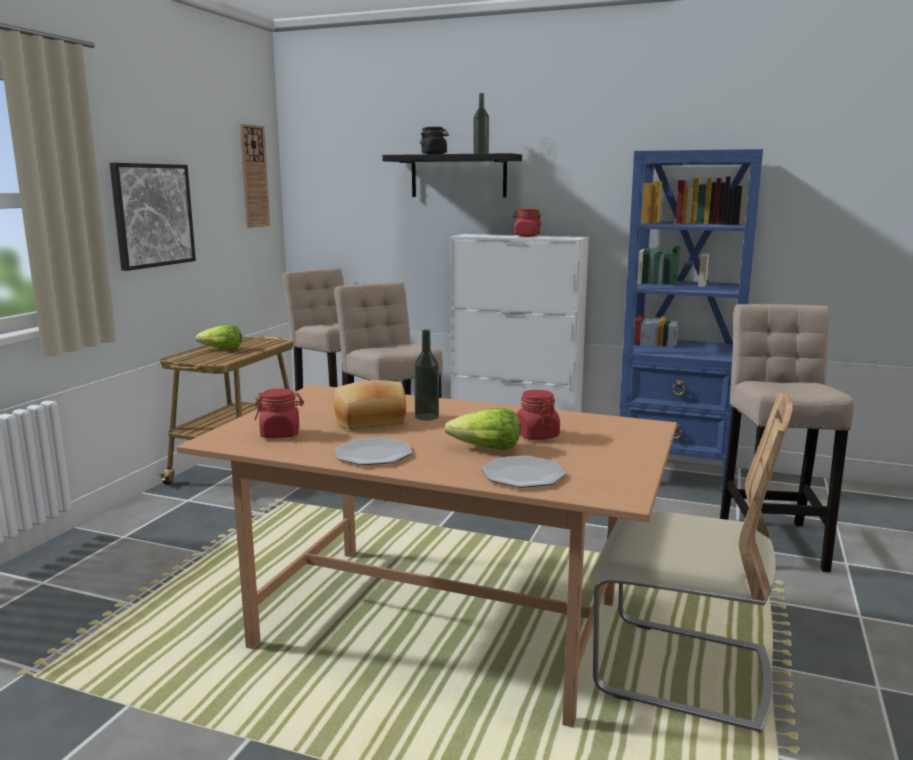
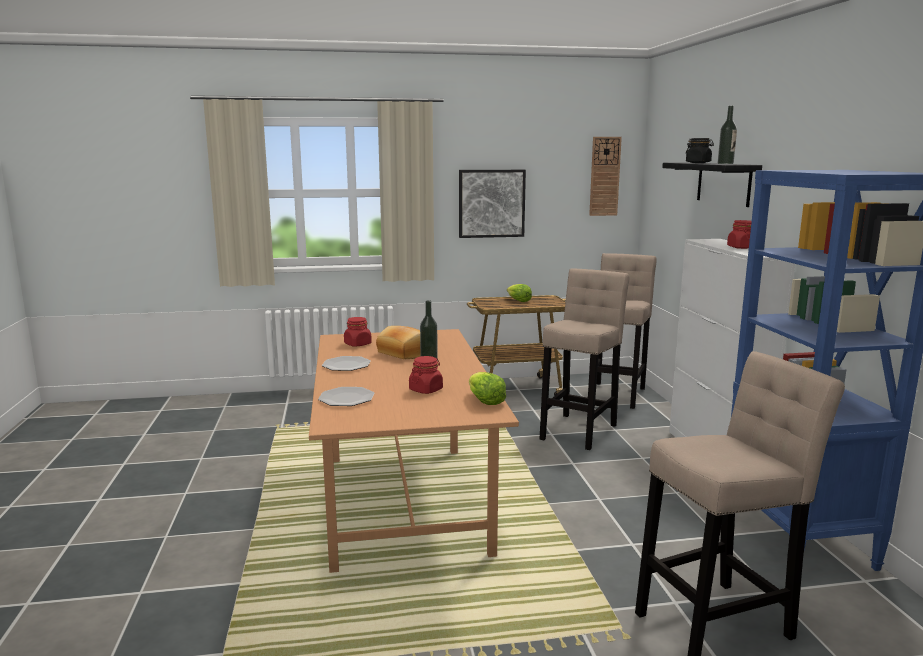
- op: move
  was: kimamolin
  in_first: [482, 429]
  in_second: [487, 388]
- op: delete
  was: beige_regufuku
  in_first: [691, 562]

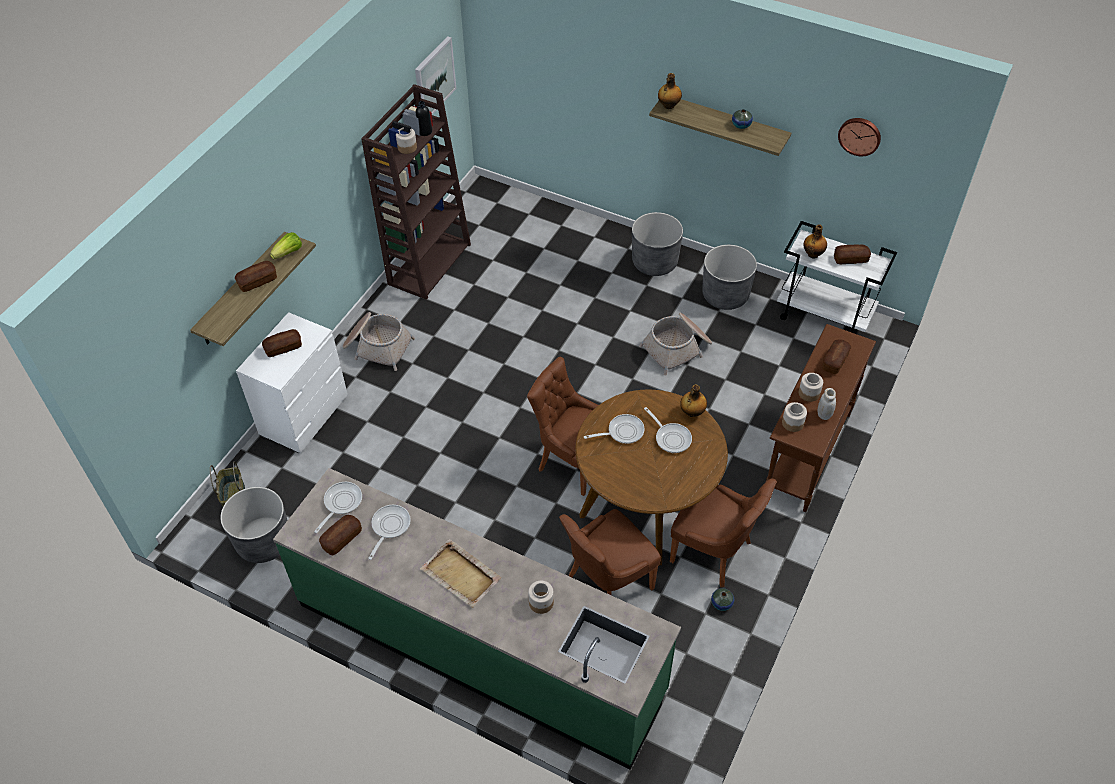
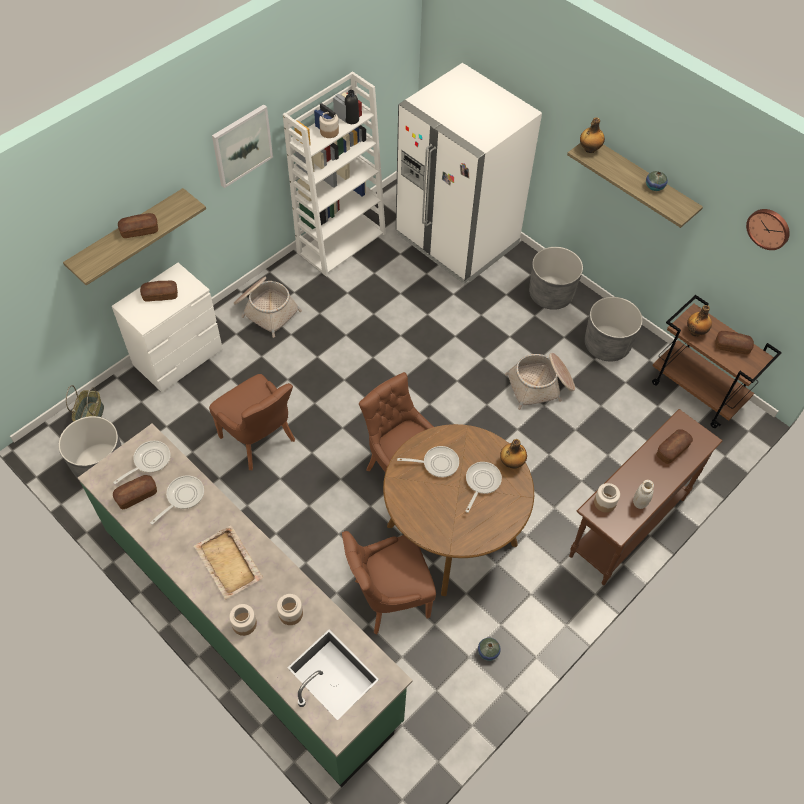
- op: move
  was: brown_regufuku
  in_first: [723, 532]
  in_second: [252, 422]
- op: move
  was: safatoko
  in_first: [435, 75]
  in_second: [242, 146]
- op: move
  was: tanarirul
  in_first: [811, 387]
  in_second: [243, 620]
- op: recolor
  was: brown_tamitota
  now: white_tamitota
  in_first: [416, 192]
  in_second: [334, 174]
- op: insert
  now: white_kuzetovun
  in_second: [469, 174]
- op: rotate
  was: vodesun
  in_first: [668, 430]
  in_second: [483, 487]
  clockwise: -135
- op: recolor
  was: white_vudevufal
  now: brown_vudevufal
  in_first: [837, 277]
  in_second: [717, 361]
- op: delete
  was: kimamolin
  in_first: [286, 245]

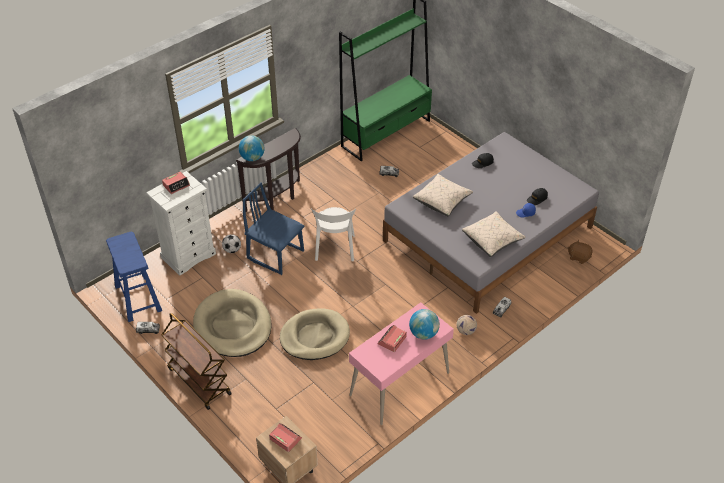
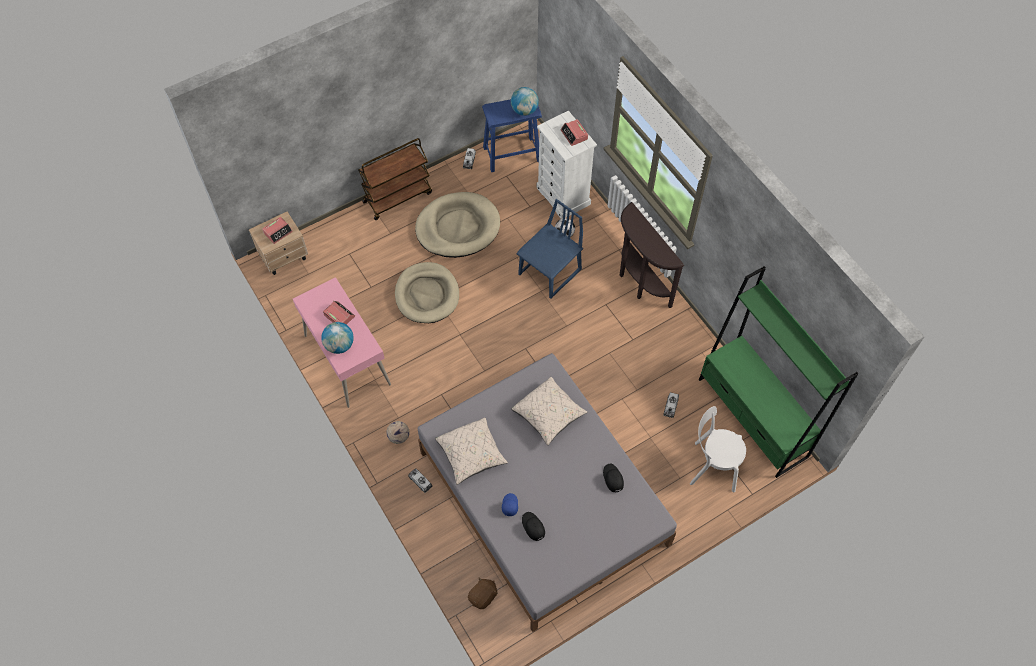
- op: move
  was: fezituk
  in_first: [251, 148]
  in_second: [525, 101]
- op: move
  was: white_regufuku
  in_first: [333, 234]
  in_second: [718, 449]

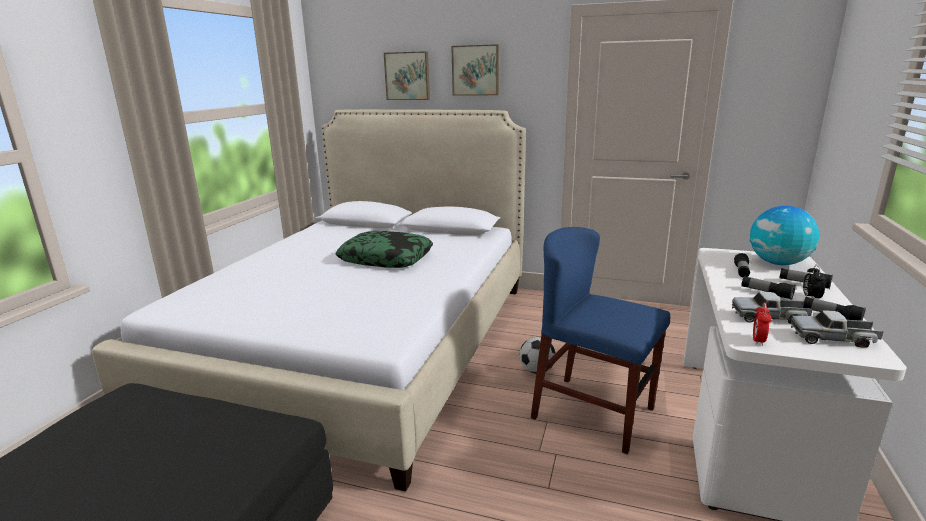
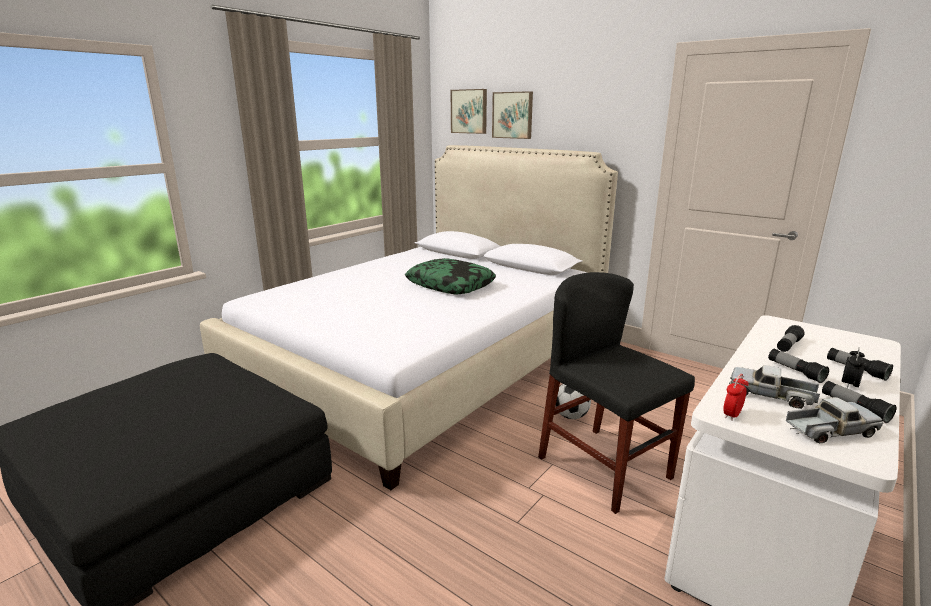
- op: move
  was: safatoko
  in_first: [475, 70]
  in_second: [469, 111]
- op: recolor
  was: blue_regufuku
  now: black_regufuku
  in_first: [600, 340]
  in_second: [616, 393]
- op: rotate
  was: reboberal
  in_first: [836, 329]
  in_second: [834, 420]
  clockwise: 135
- op: delete
  was: fezituk
  in_first: [784, 235]

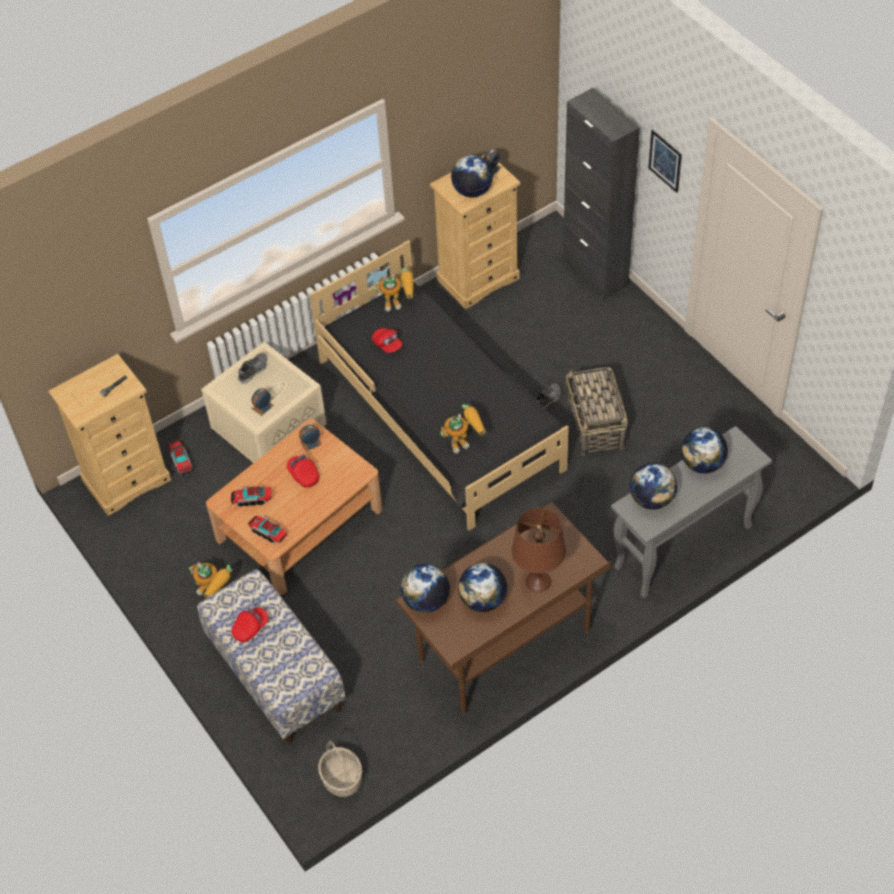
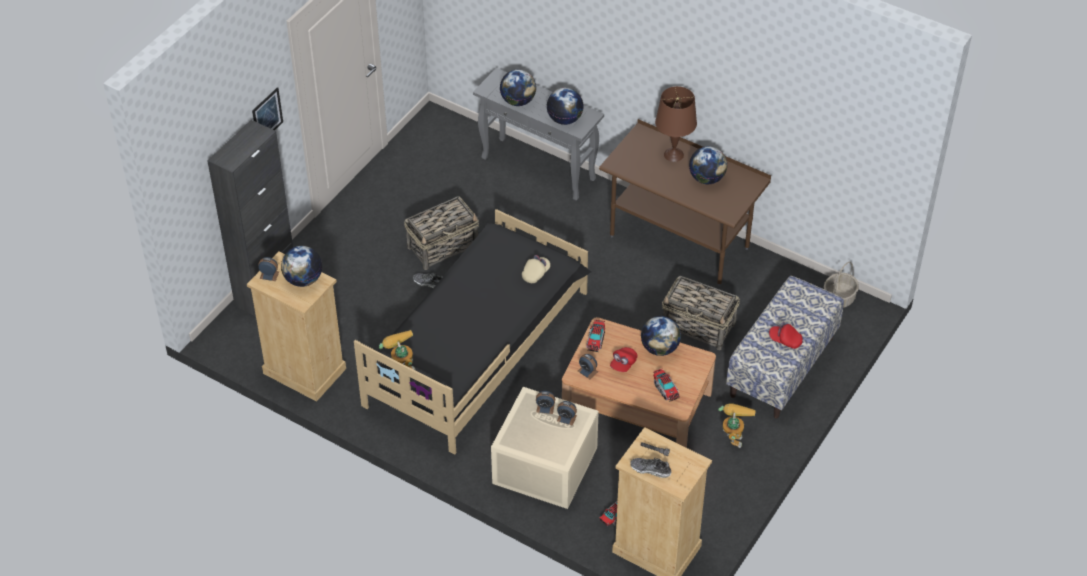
- op: replace
  was: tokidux
  now: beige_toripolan
  in_first: [463, 429]
  in_second: [536, 269]
- op: insert
  now: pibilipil
  in_second: [545, 402]
- op: move
  was: reboberal
  in_first: [267, 529]
  in_second: [595, 336]
- op: move
  was: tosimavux
  in_first: [253, 368]
  in_second: [650, 468]
- op: move
  was: fezituk
  in_first: [425, 588]
  in_second: [661, 336]
- op: insert
  now: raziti
  in_second: [701, 313]
- op: delete
  was: red_toripolan
  in_first: [387, 340]

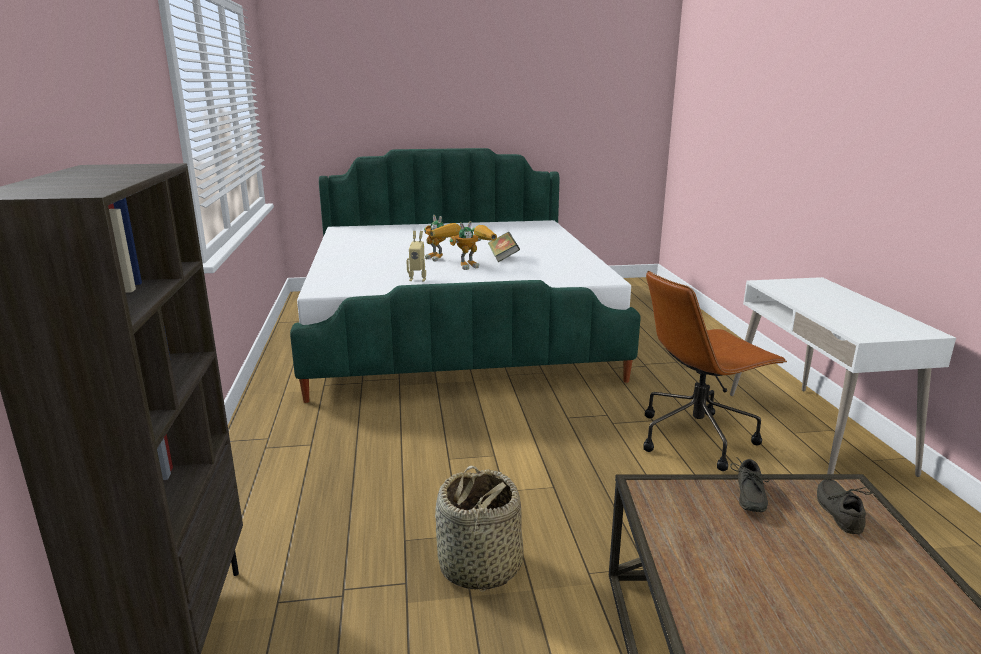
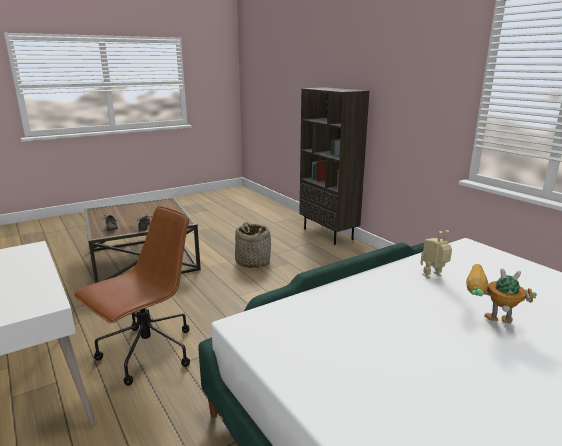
- op: delete
  was: tokidux
  in_first: [473, 245]
- op: delete
  was: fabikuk
  in_first: [504, 247]

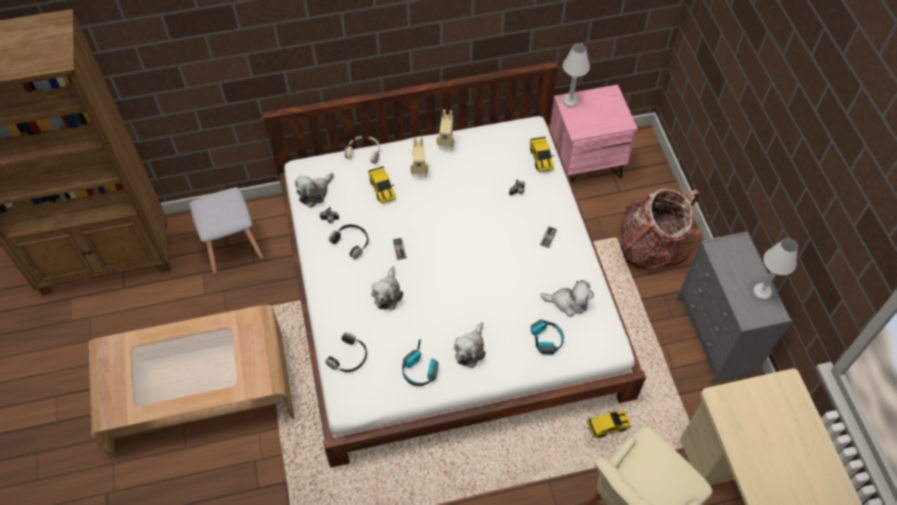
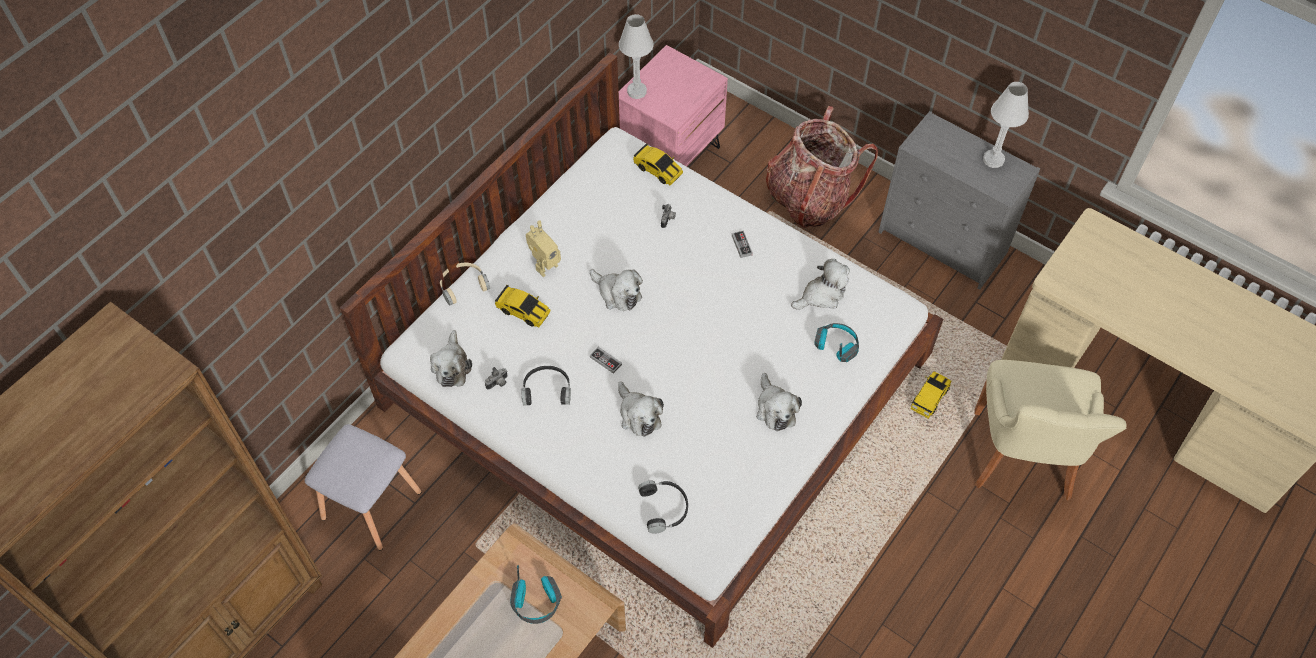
- op: move
  was: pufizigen
  in_first: [420, 362]
  in_second: [536, 594]
- op: insert
  now: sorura
  in_second: [616, 290]
- op: delete
  was: tokidux
  in_first: [445, 129]

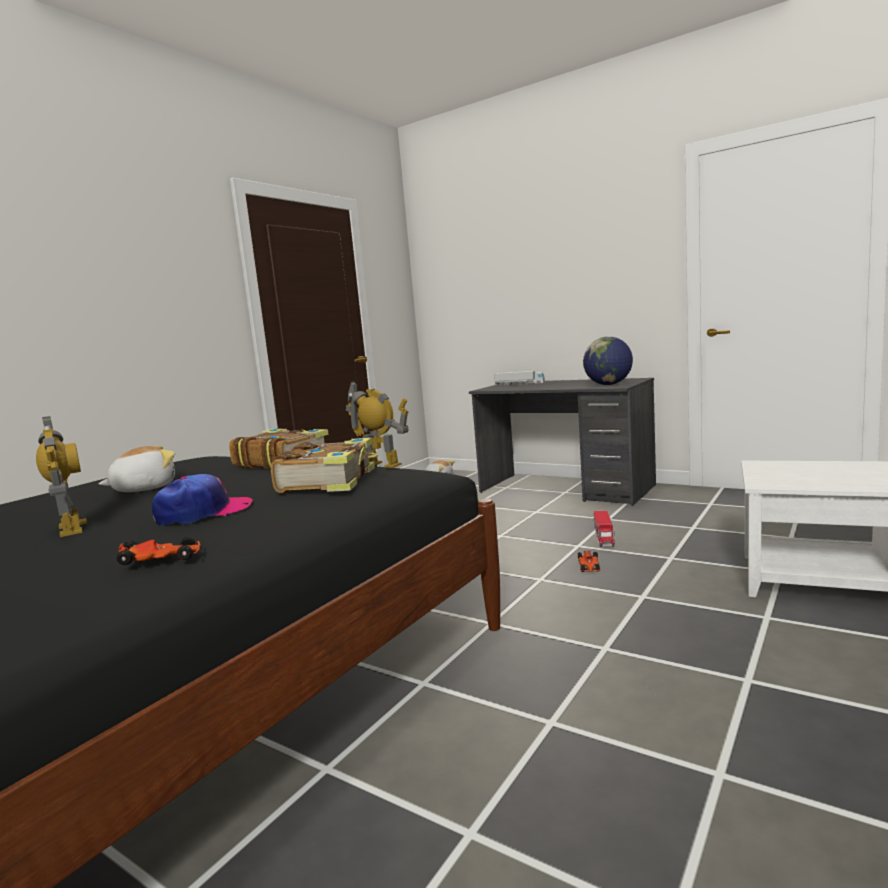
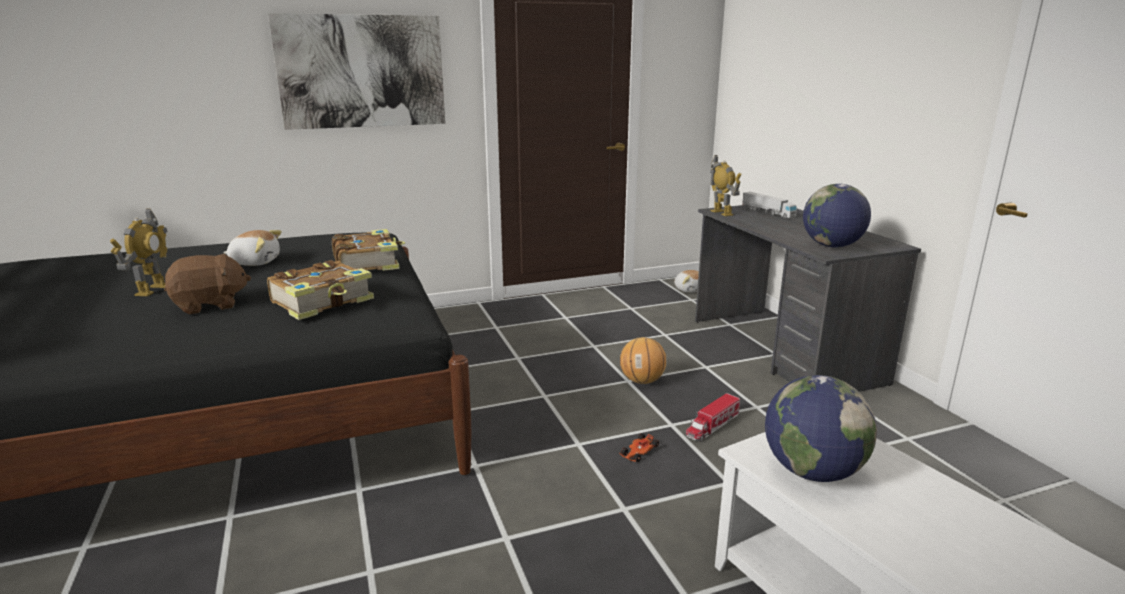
- op: replace
  was: toripolan
  now: brown_sorura
  in_first: [202, 500]
  in_second: [207, 284]
- op: insert
  now: safatoko
  in_second: [356, 71]
- op: insert
  now: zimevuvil
  in_second: [643, 360]
- op: move
  was: tokidux
  in_first: [377, 424]
  in_second: [725, 185]
- op: insert
  now: fezituk
  in_second: [821, 428]
- op: delete
  was: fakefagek
  in_first: [158, 551]

